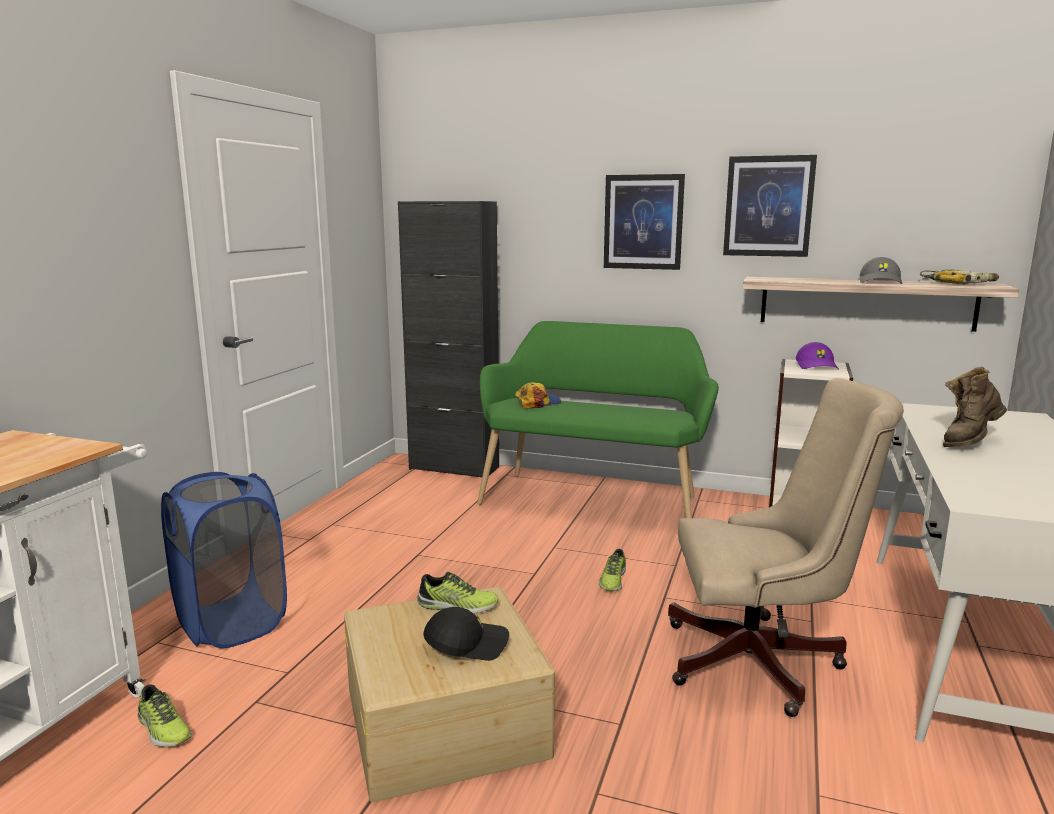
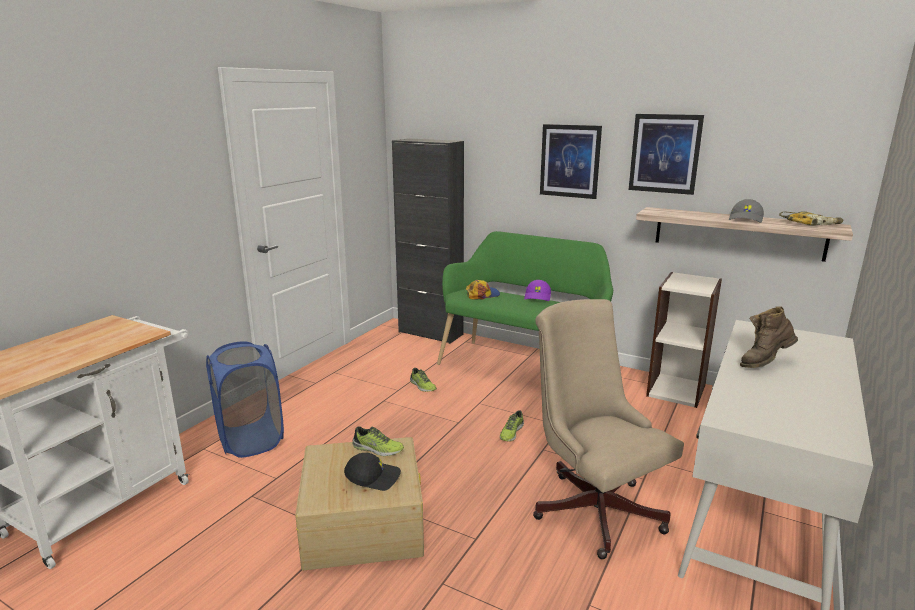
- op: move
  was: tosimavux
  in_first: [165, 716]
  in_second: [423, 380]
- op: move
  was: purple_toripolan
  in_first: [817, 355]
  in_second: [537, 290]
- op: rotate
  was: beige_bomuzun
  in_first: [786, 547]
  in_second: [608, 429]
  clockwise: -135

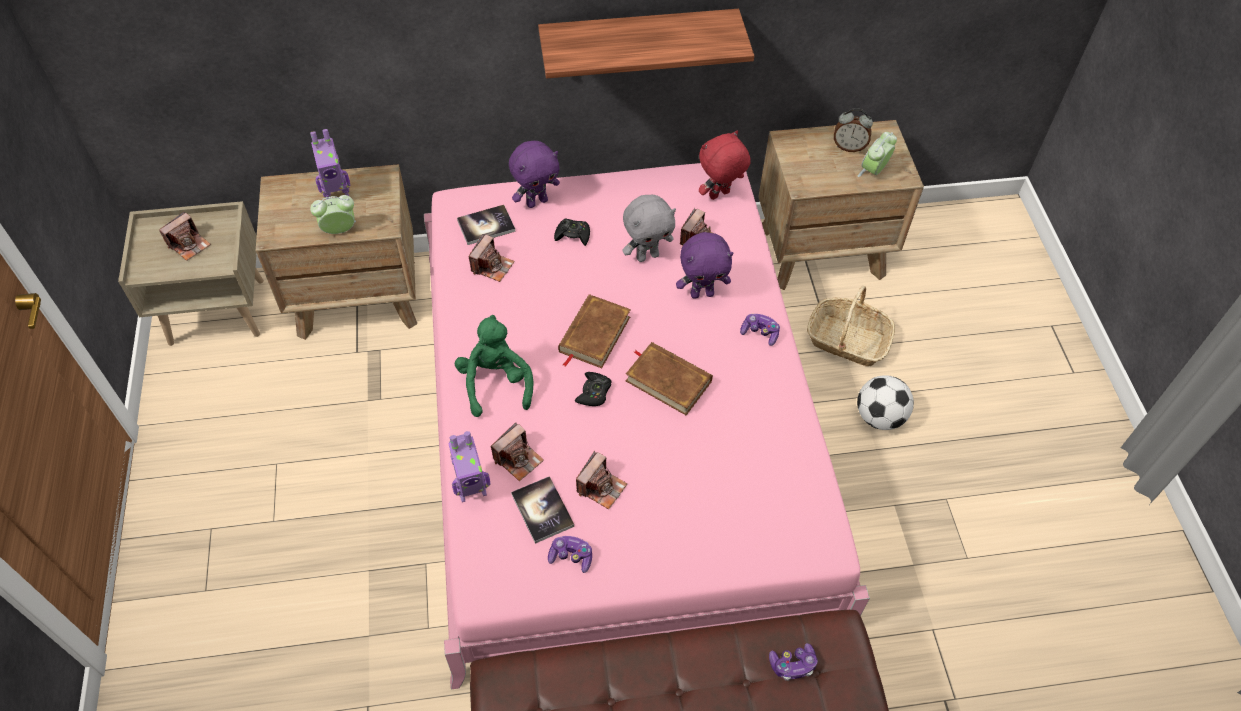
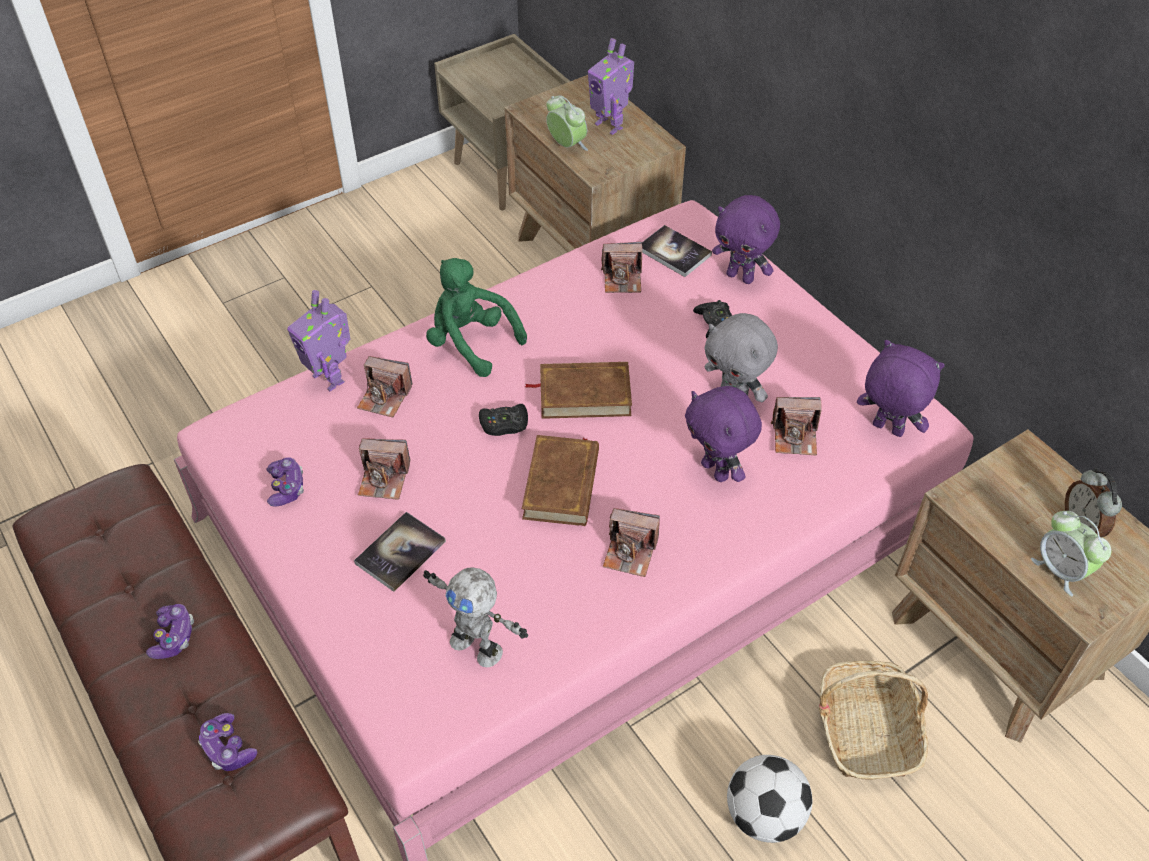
- op: move
  was: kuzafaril
  in_first: [760, 330]
  in_second: [170, 631]
- op: move
  was: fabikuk
  in_first: [542, 510]
  in_second: [400, 552]
- op: insert
  now: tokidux
  in_second: [475, 617]
- op: rotate
  was: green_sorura
  in_first: [494, 366]
  in_second: [476, 317]
  clockwise: -105
- op: move
  was: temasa
  in_first: [185, 236]
  in_second: [631, 542]
- op: recolor
  was: red_sorura
  now: purple_sorura
  in_first: [725, 165]
  in_second: [901, 388]
- op: rotate
  was: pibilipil
  in_first: [877, 154]
  in_second: [1071, 553]
  clockwise: -135
- op: delete
  was: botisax
  in_first: [646, 43]

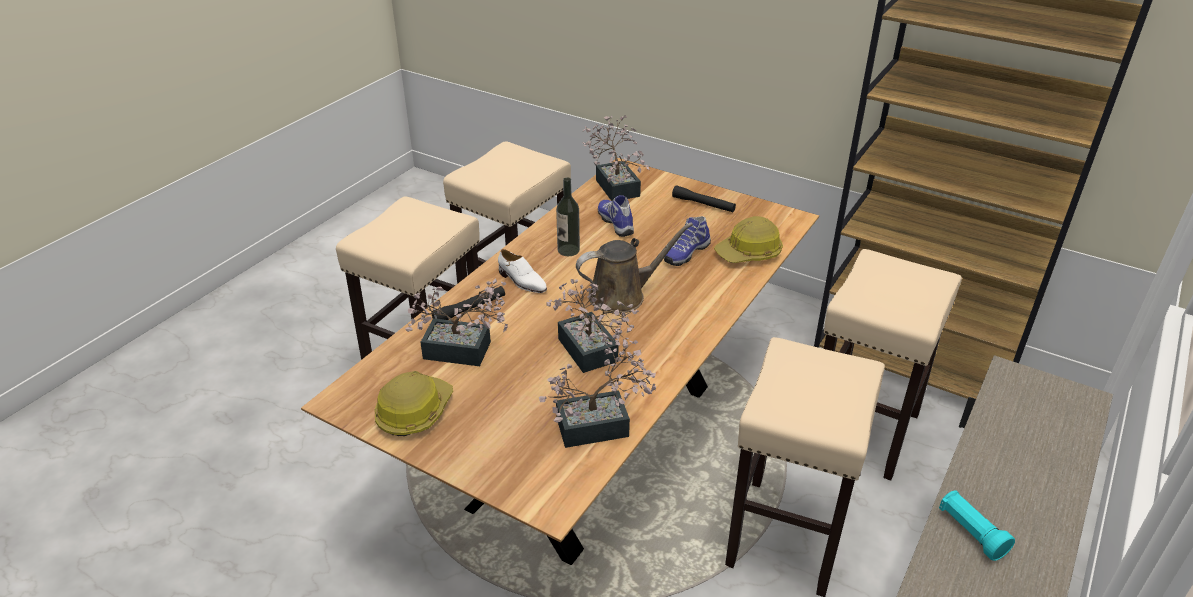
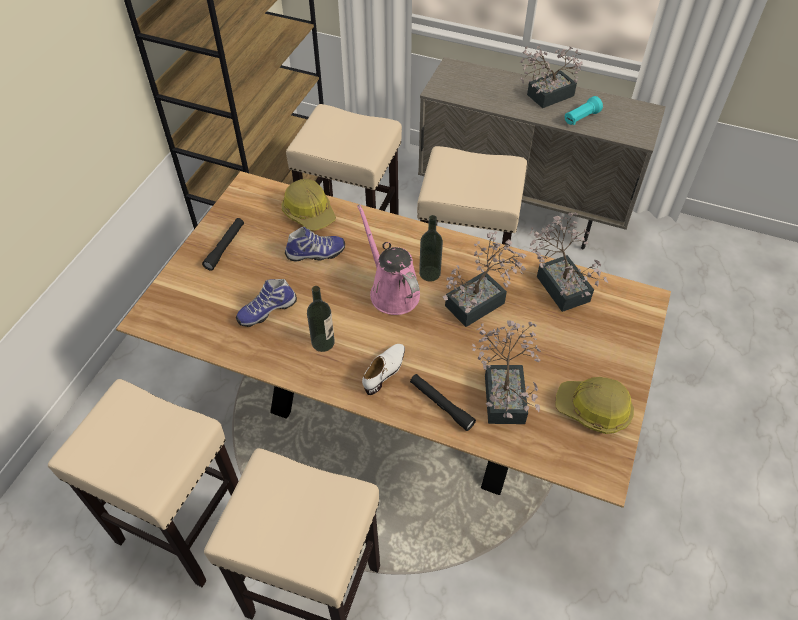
- op: rotate
  was: tosimavux
  in_first: [687, 241]
  in_second: [315, 243]
  clockwise: -45
- op: recolor
  was: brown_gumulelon
  now: pink_gumulelon
  in_first: [634, 267]
  in_second: [388, 259]
- op: insert
  now: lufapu
  in_second: [431, 248]
- op: move
  was: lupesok
  in_first: [616, 158]
  in_second: [551, 76]

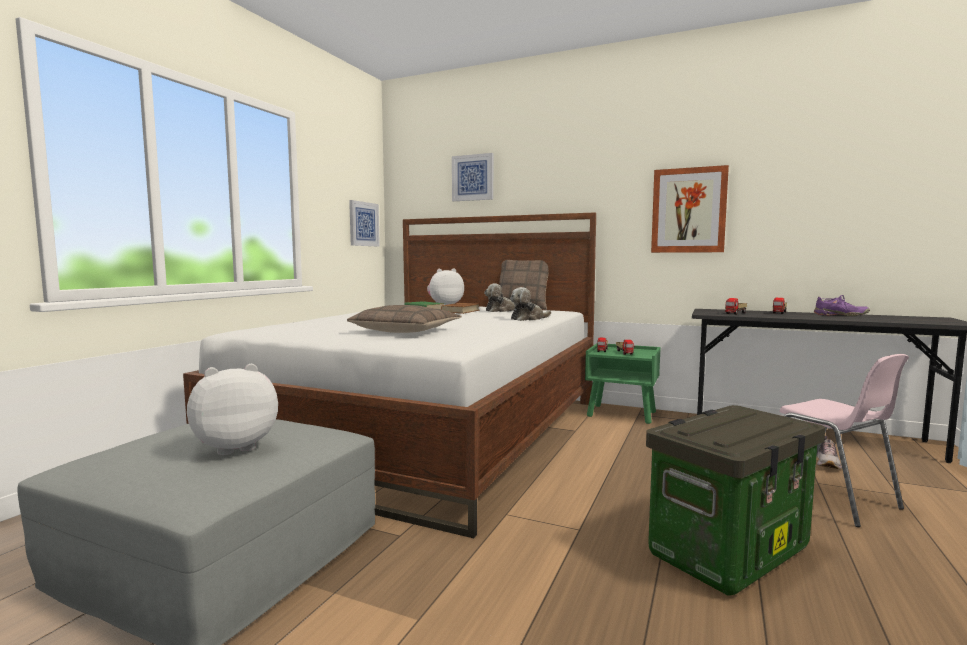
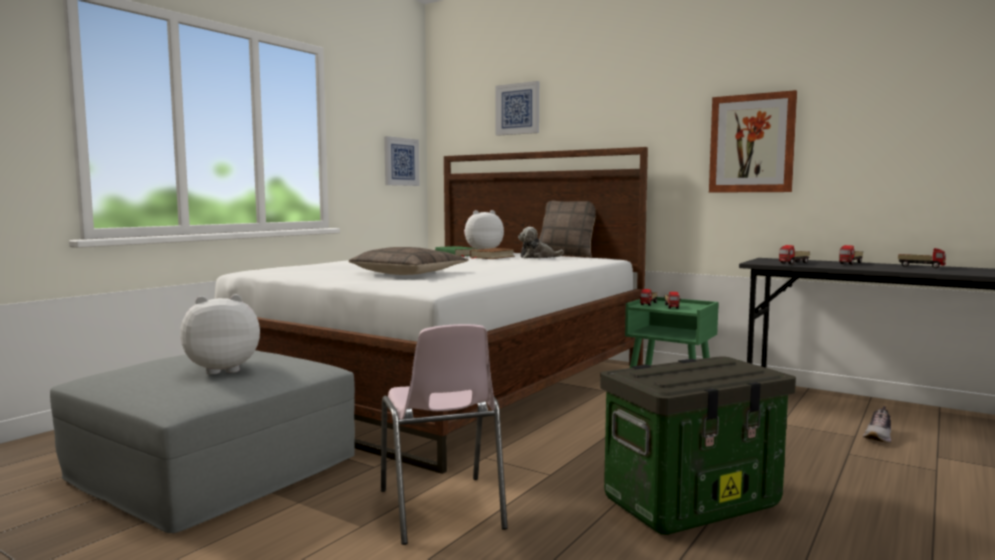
- op: move
  was: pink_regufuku
  in_first: [844, 440]
  in_second: [444, 434]
- op: replace
  was: purple_tosimavux
  now: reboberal
  in_first: [842, 305]
  in_second: [922, 258]
- op: delete
  was: sorura
  in_first: [530, 304]

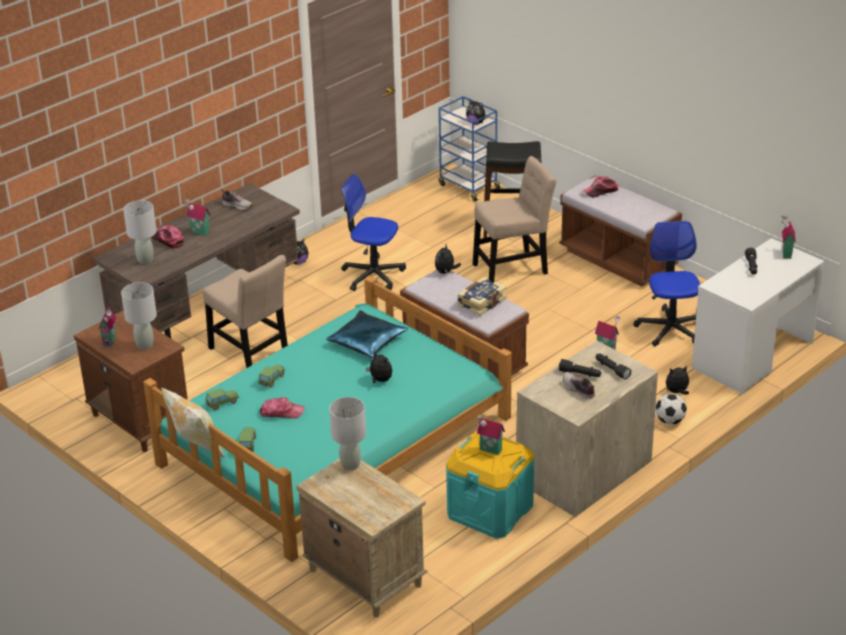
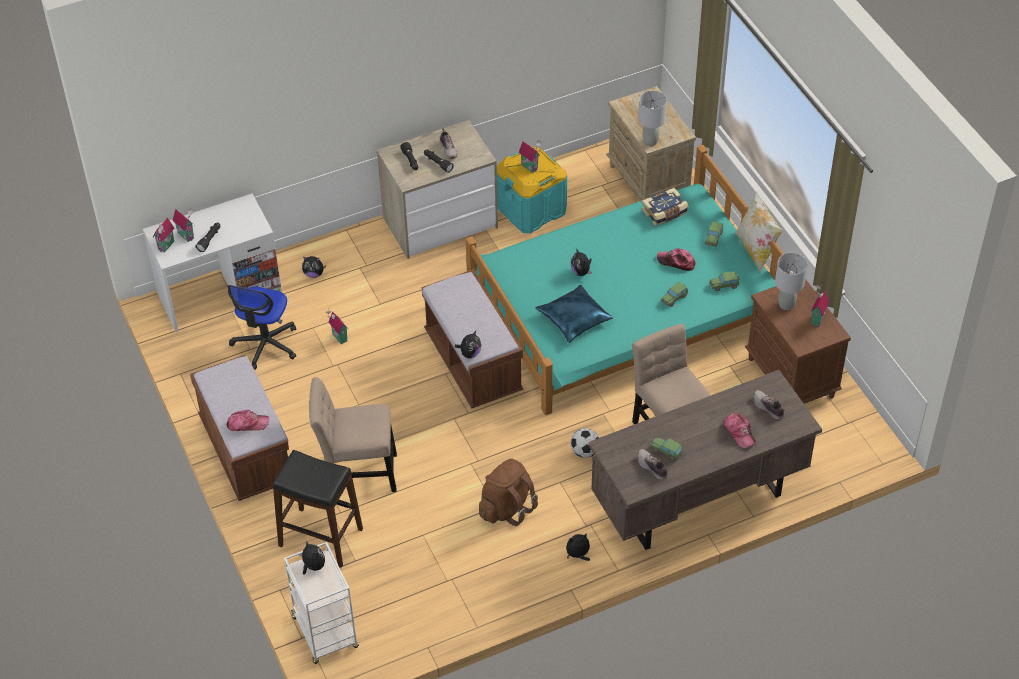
- op: move
  was: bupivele
  in_first: [197, 217]
  in_second: [183, 225]
- op: recolor
  was: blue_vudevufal
  now: white_vudevufal
  in_first: [471, 149]
  in_second: [321, 603]
- op: replace
  was: bomuzun
  now: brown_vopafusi
  in_first: [373, 232]
  in_second: [508, 492]
- op: move
  was: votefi
  in_first: [671, 409]
  in_second: [585, 443]
- op: move
  was: fabikuk
  in_first: [482, 296]
  in_second: [665, 207]
- op: insert
  now: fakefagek
  in_second: [666, 449]
- op: replace
  was: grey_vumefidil
  now: tosimavux
  in_first: [140, 232]
  in_second: [769, 404]

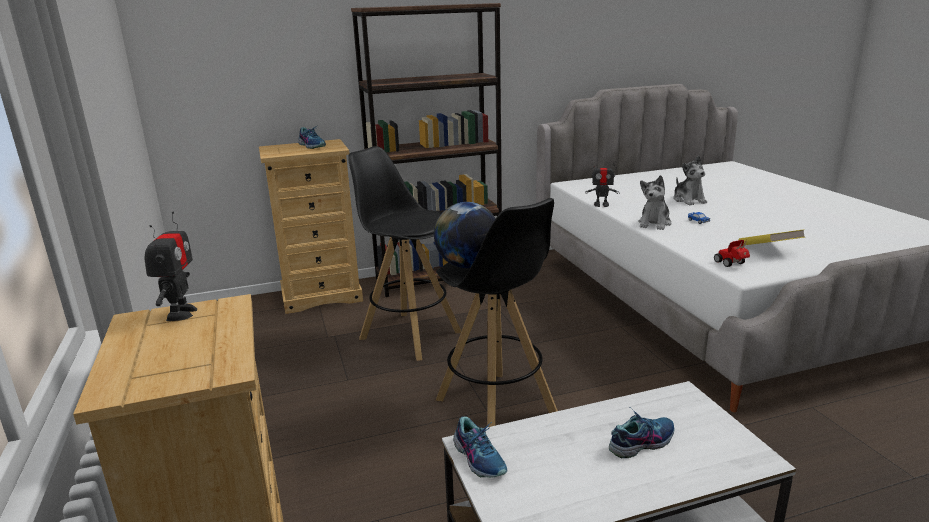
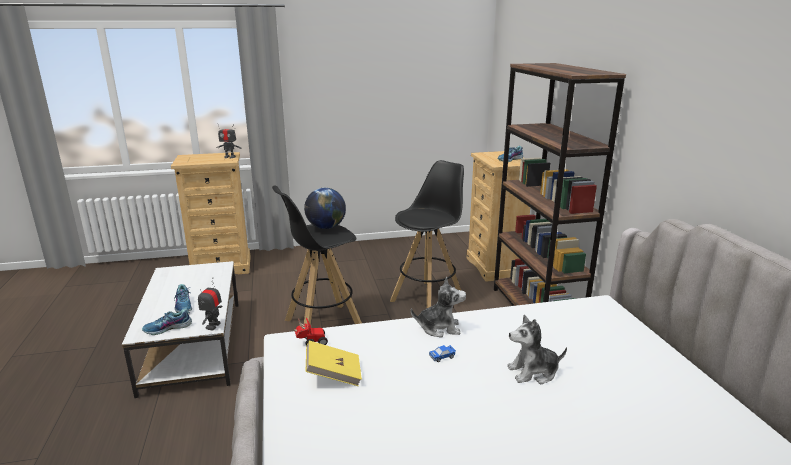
- op: move
  was: tosimavux
  in_first: [480, 447]
  in_second: [167, 322]
- op: move
  was: tokidux
  in_first: [602, 183]
  in_second: [210, 305]
- op: rotate
  was: sorura
  in_first: [655, 202]
  in_second: [438, 307]
  clockwise: 150

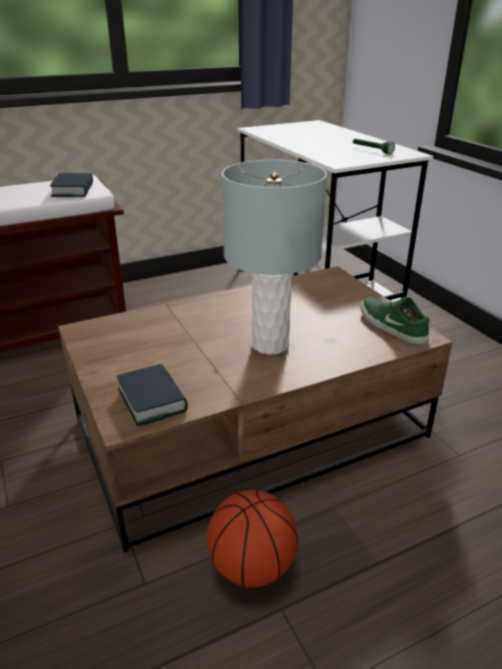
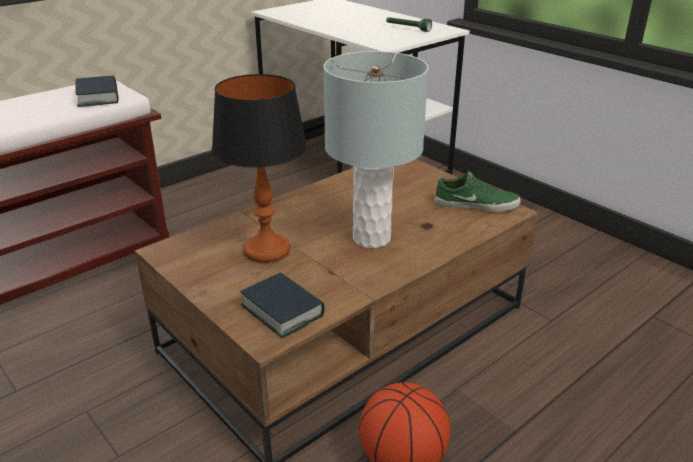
- op: insert
  now: vumefidil
  in_second: [259, 168]
- op: rotate
  was: green_tosimavux
  in_first: [394, 320]
  in_second: [477, 191]
  clockwise: 150

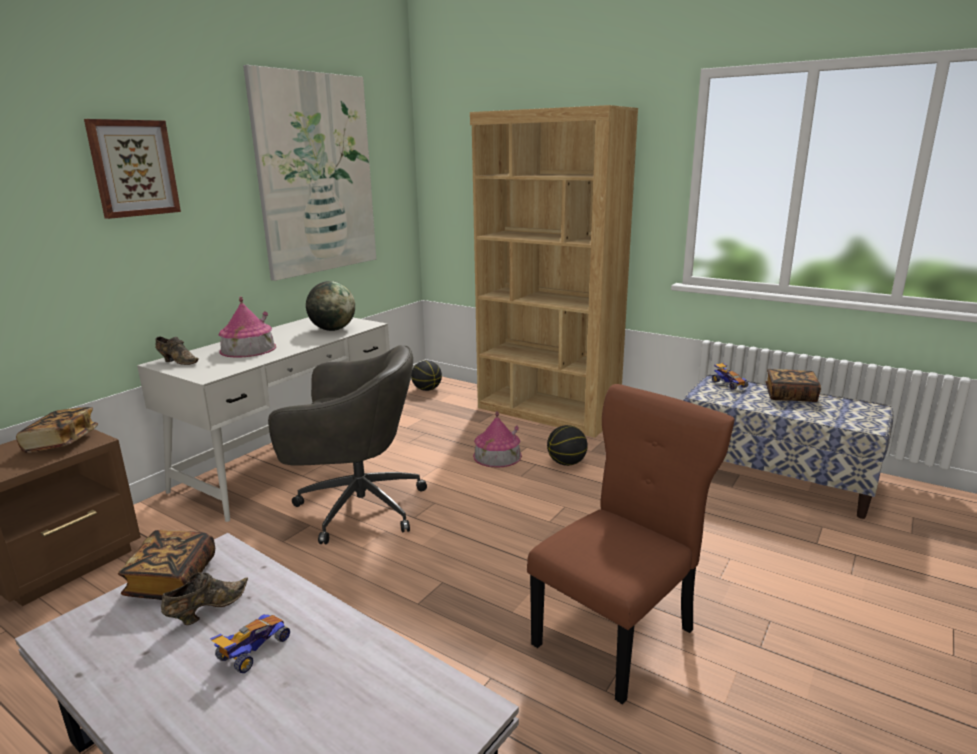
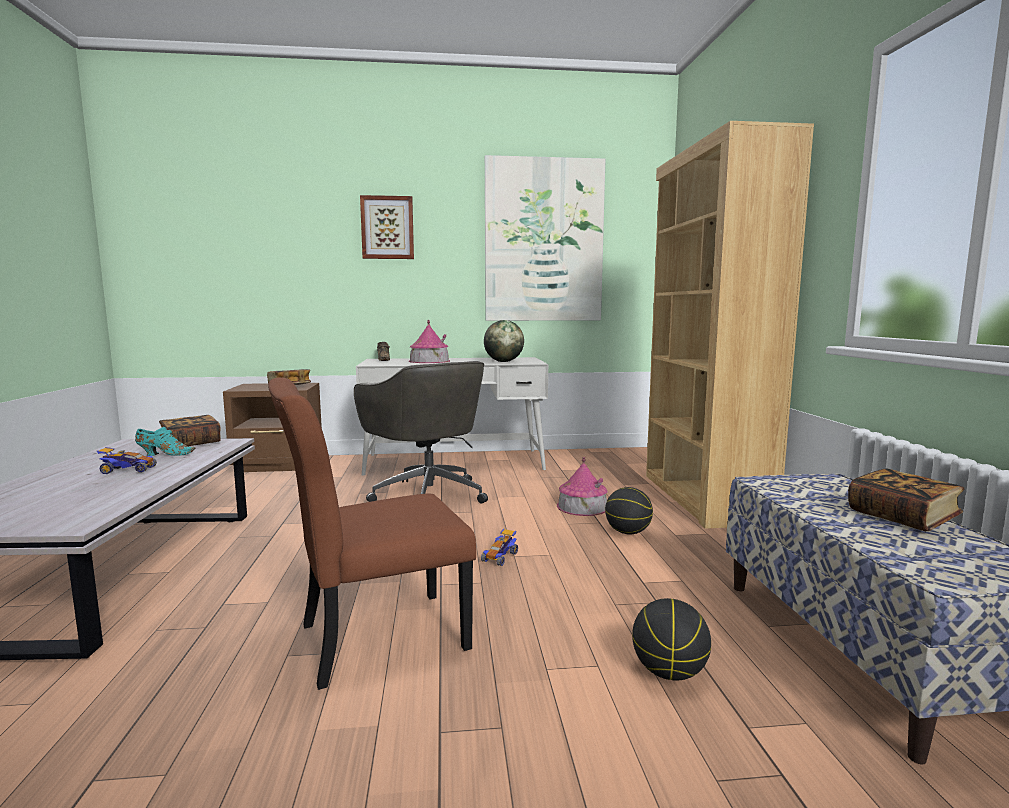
- op: recolor
  was: brown_tosimavux
  now: turquoise_tosimavux
  in_first: [204, 598]
  in_second: [165, 441]
- op: rotate
  was: brown_regufuku
  in_first: [631, 544]
  in_second: [372, 533]
  clockwise: 150
- op: move
  was: fakefagek
  in_first: [730, 376]
  in_second: [499, 547]
- op: move
  was: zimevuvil
  in_first: [426, 375]
  in_second: [671, 639]

